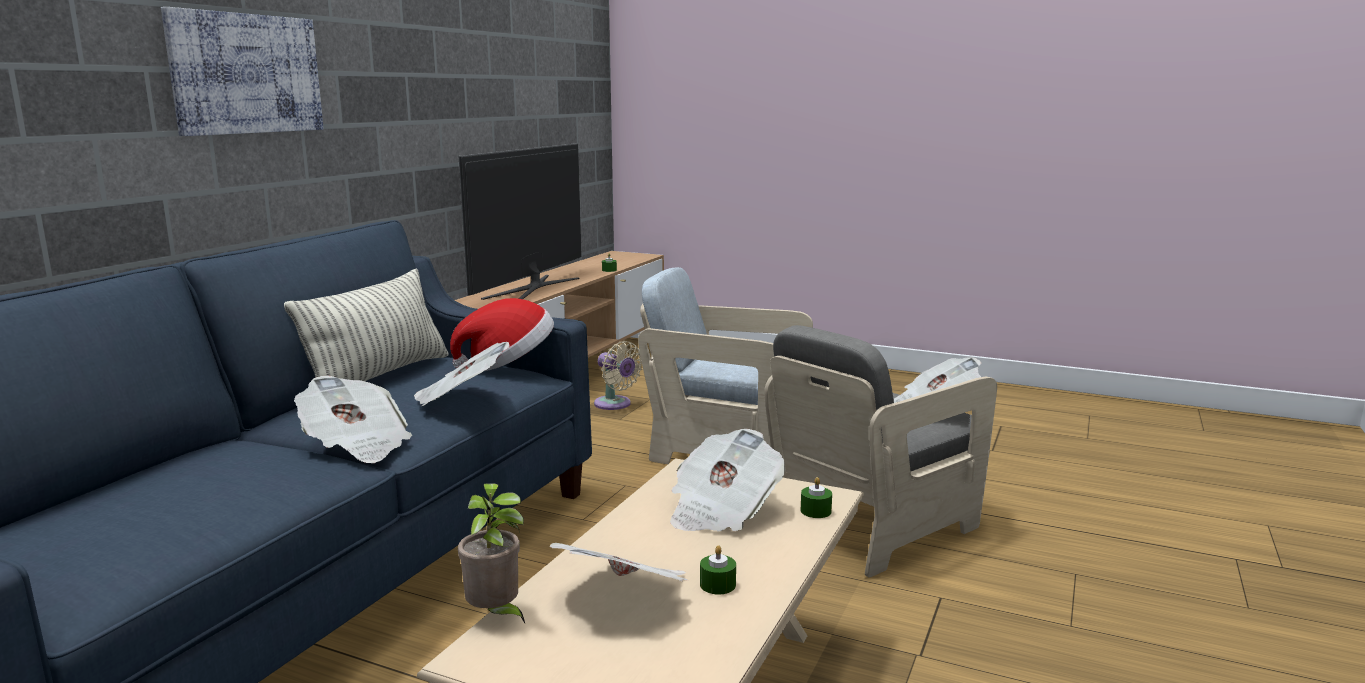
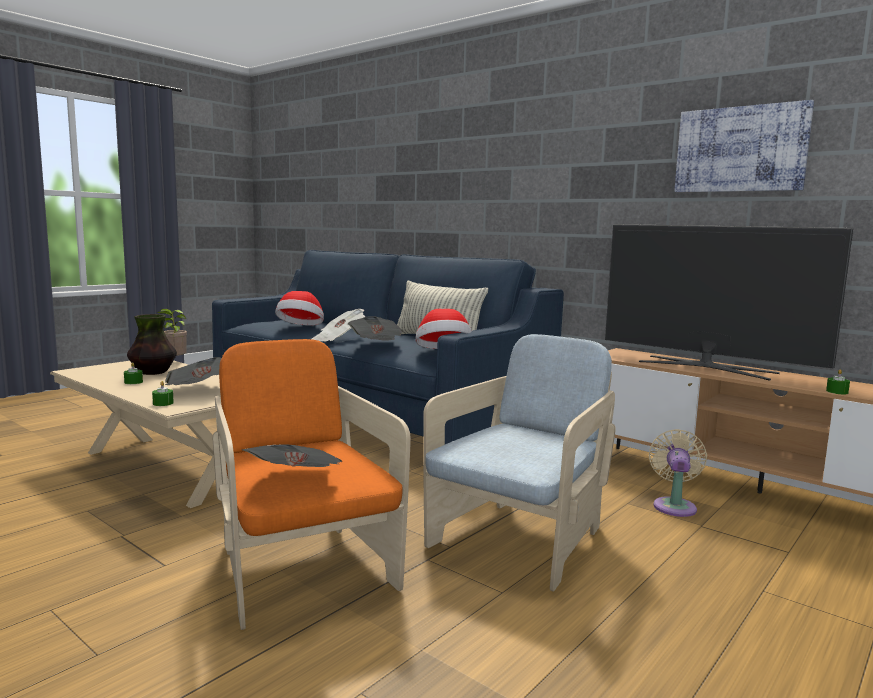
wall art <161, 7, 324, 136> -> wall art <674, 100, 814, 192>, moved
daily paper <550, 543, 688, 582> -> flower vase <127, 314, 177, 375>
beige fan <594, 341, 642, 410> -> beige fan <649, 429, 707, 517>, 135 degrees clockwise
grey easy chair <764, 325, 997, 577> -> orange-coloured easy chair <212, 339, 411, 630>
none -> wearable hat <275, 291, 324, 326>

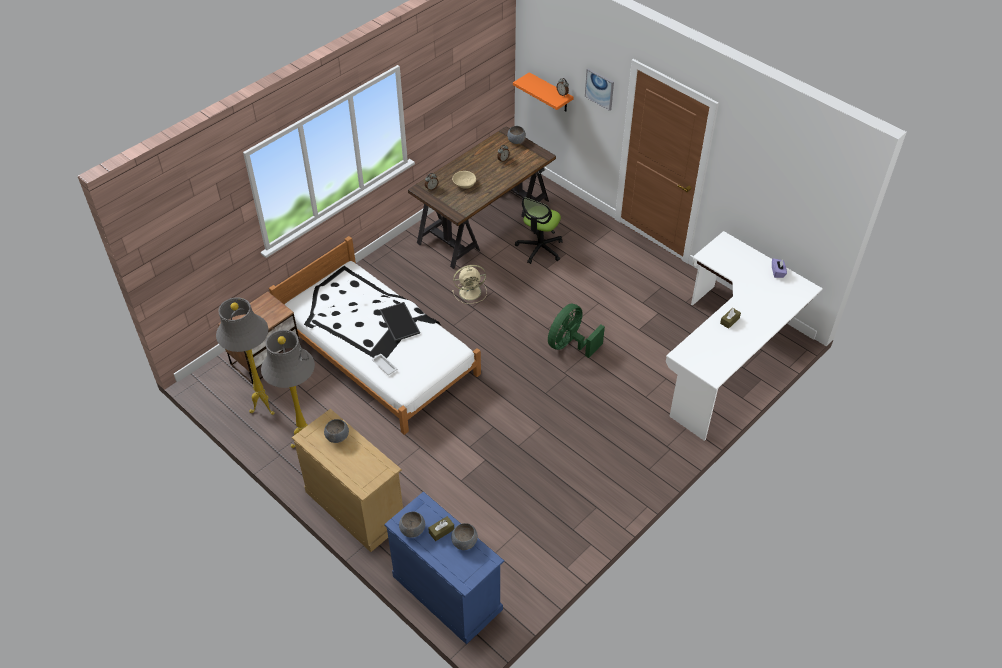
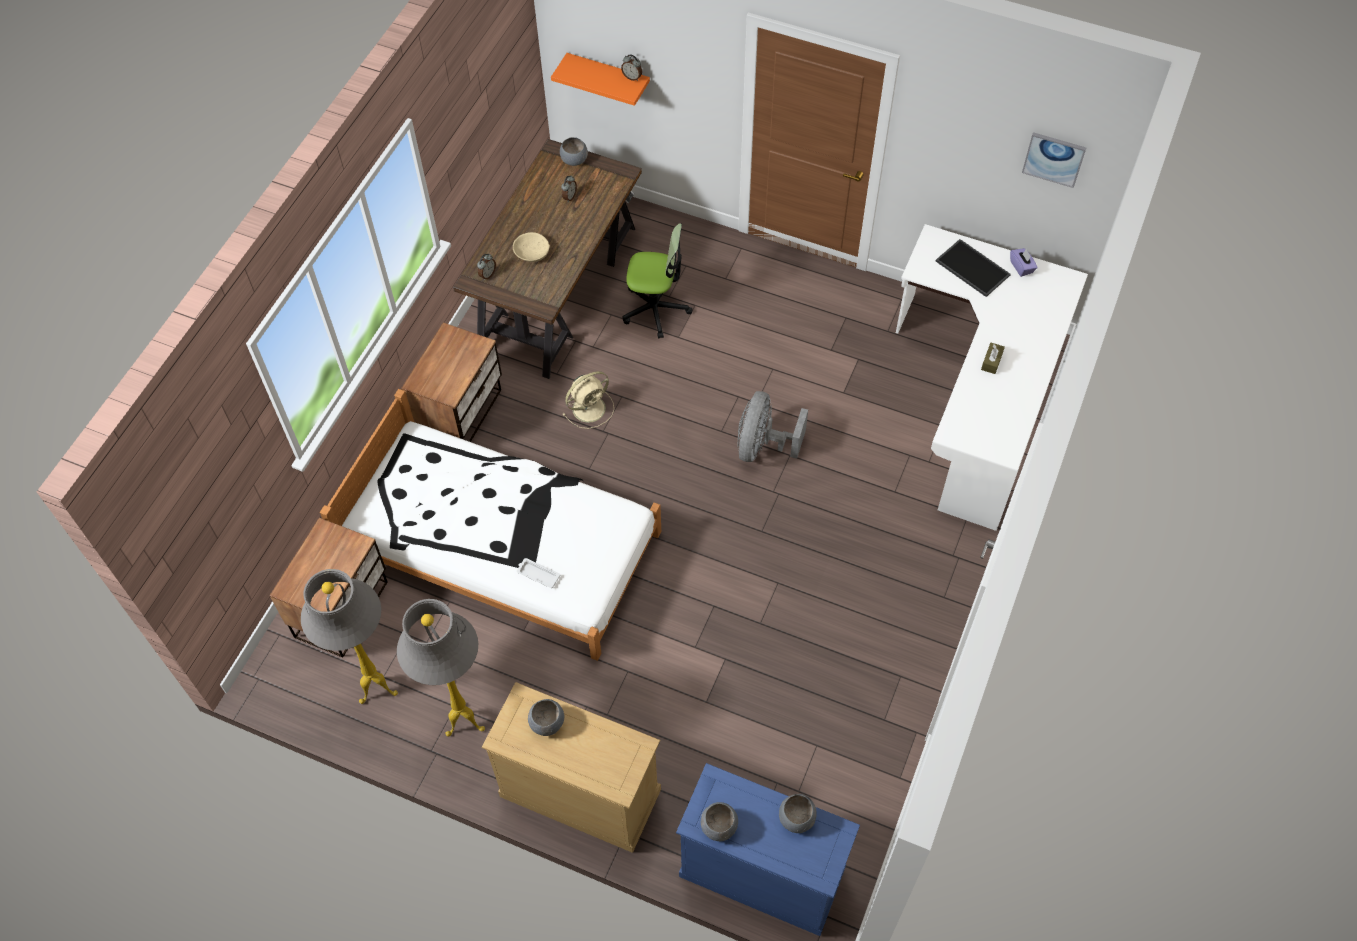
tray <379, 302, 420, 342> -> tray <936, 239, 1011, 297>, moved
brownish box of tissues <428, 516, 454, 541> -> none
office chair <515, 197, 563, 264> -> office chair <622, 223, 693, 339>, 90 degrees counterclockwise
green-coloured fan <548, 304, 605, 358> -> grey fan <737, 391, 808, 462>
wall art <585, 68, 614, 111> -> wall art <1022, 132, 1086, 188>, moved
none -> bedside table <401, 322, 502, 442>

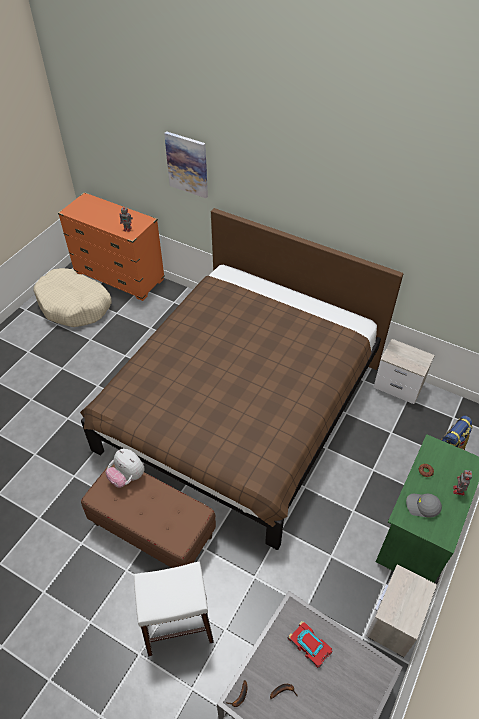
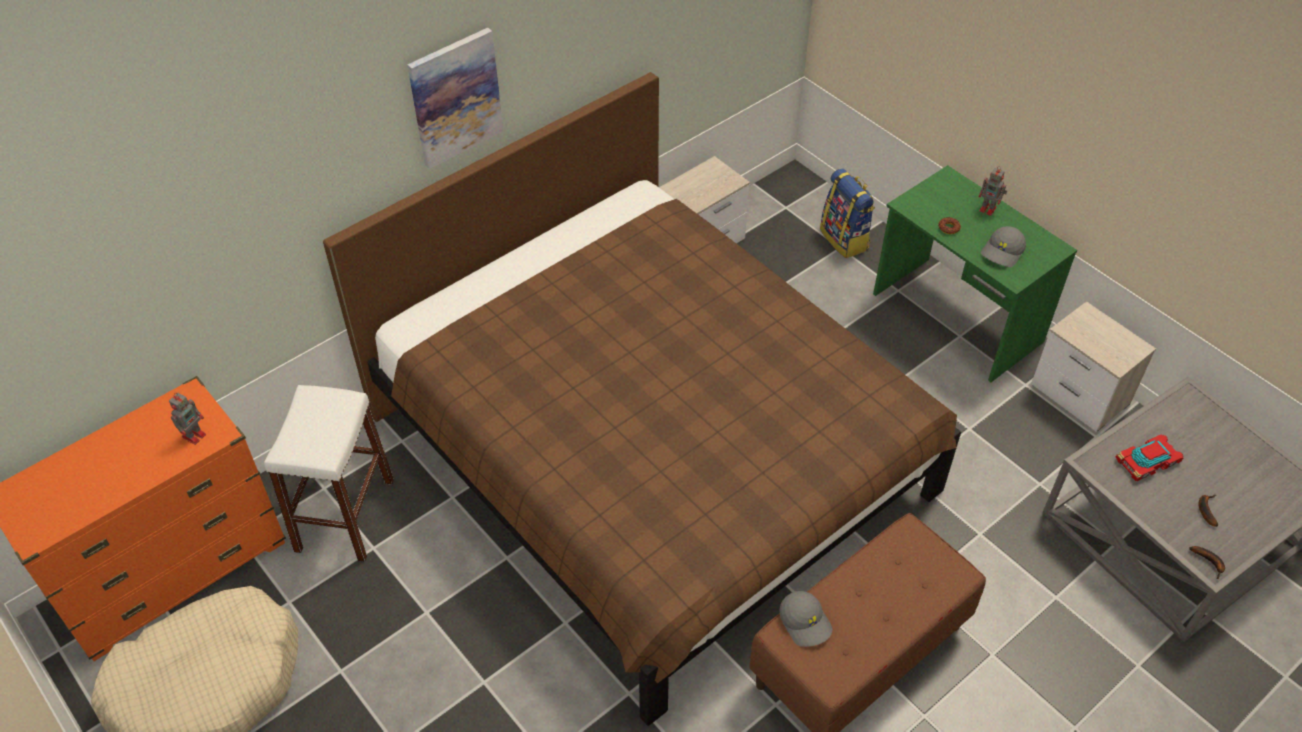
soft toy <106, 449, 144, 488> -> grey baseball cap <779, 591, 833, 647>
white stool <134, 562, 214, 657> -> white stool <264, 385, 394, 562>, moved
wall art <164, 131, 208, 198> -> wall art <407, 28, 504, 169>, moved

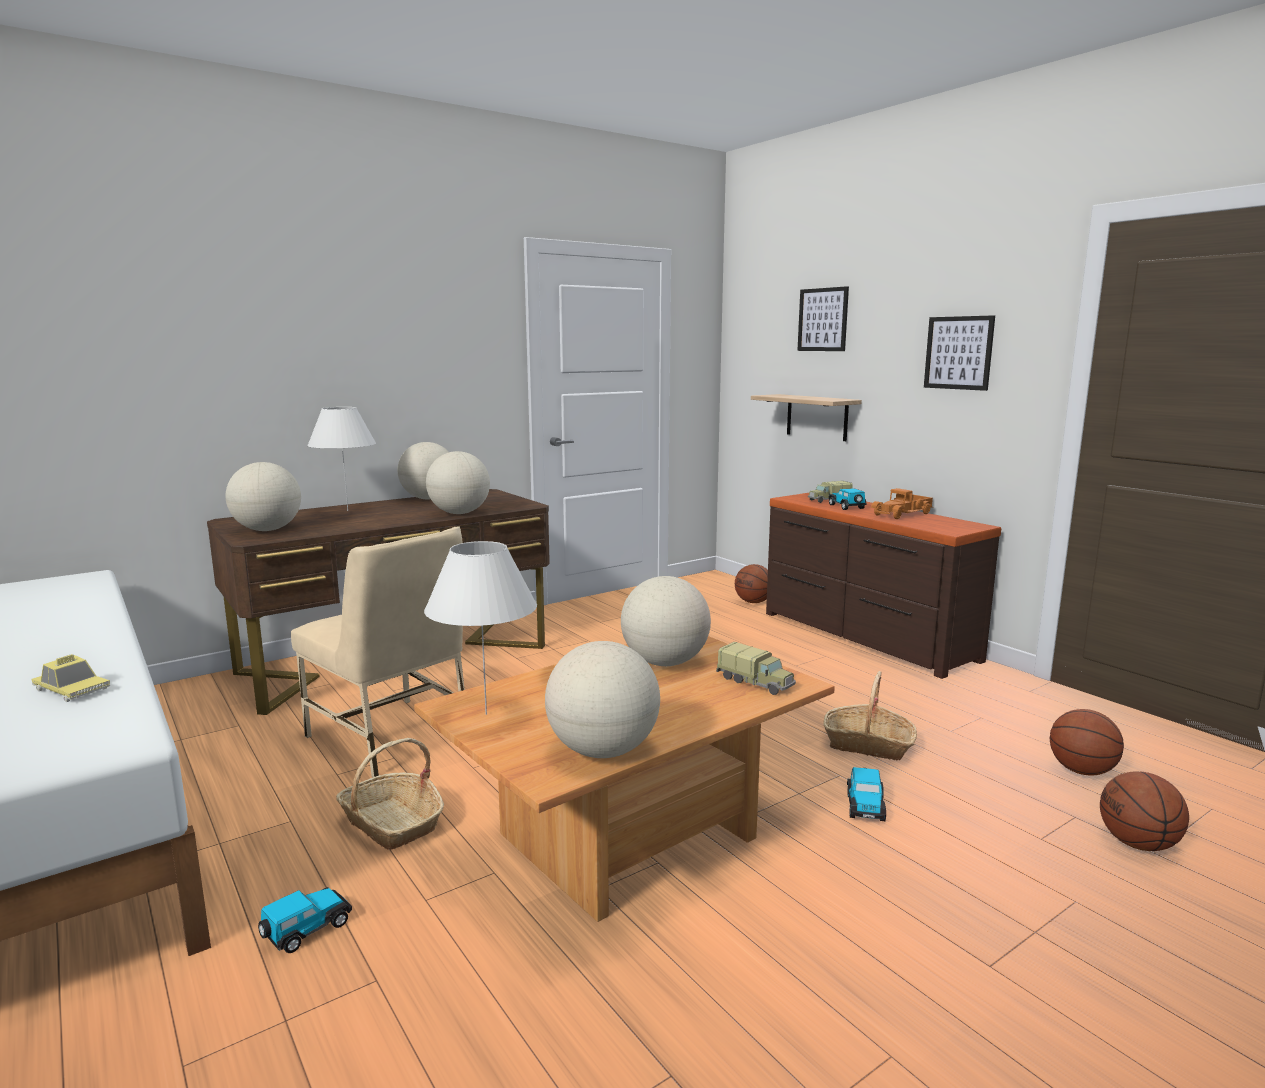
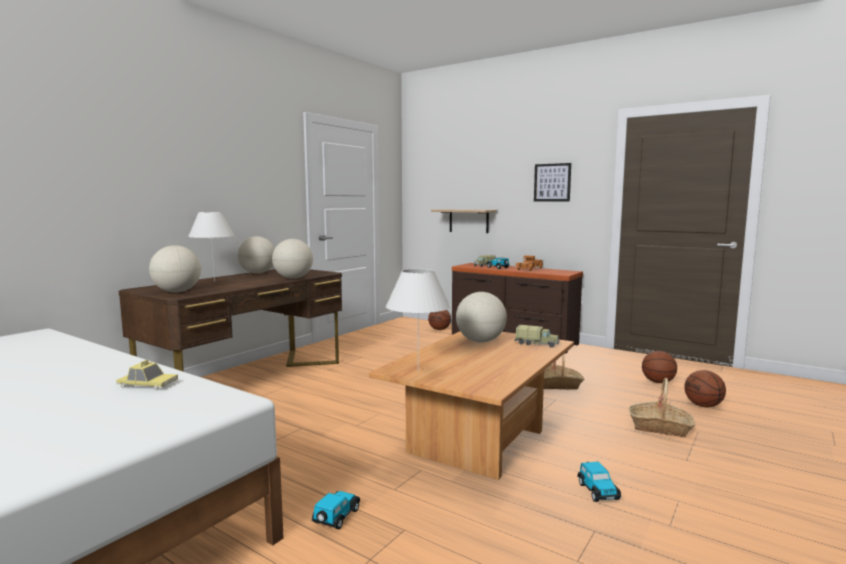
beige chair <291, 526, 465, 777> -> none
household basket <336, 738, 444, 850> -> household basket <629, 378, 695, 437>, moved
globe <545, 641, 660, 758> -> none
wall art <797, 286, 849, 351> -> none
miniature car <847, 767, 886, 821> -> miniature car <577, 462, 621, 502>, moved

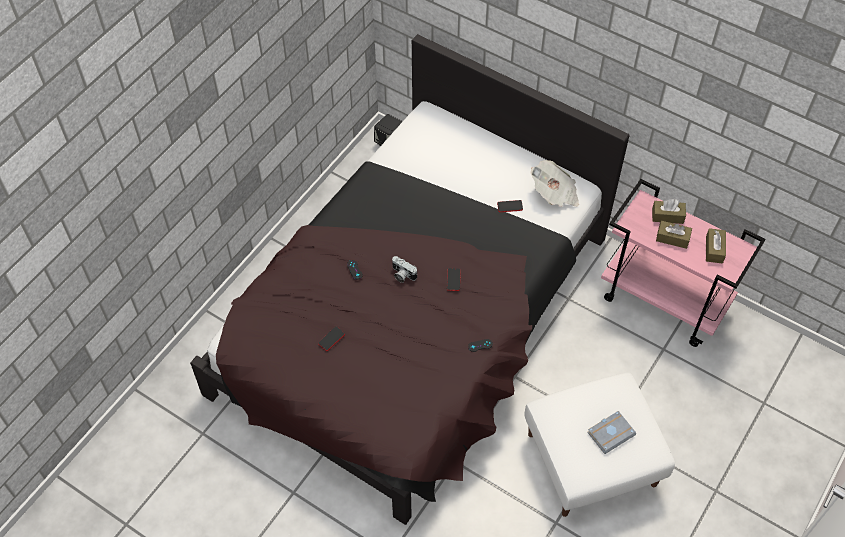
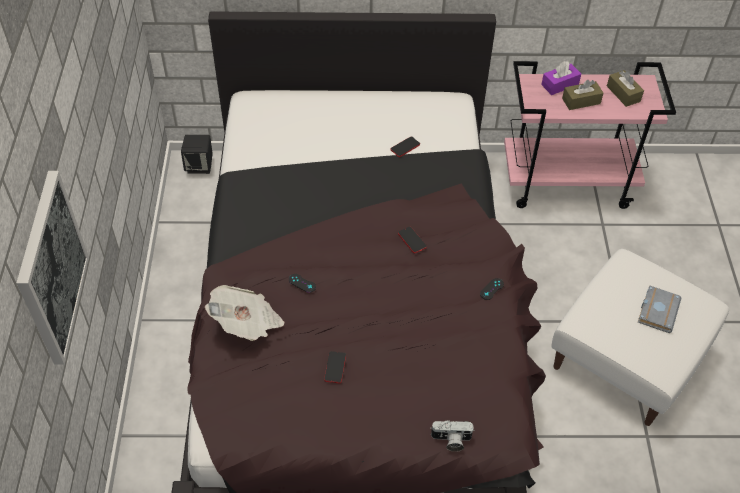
photo camera <392, 256, 417, 283> -> photo camera <430, 420, 475, 452>, moved
daily paper <531, 160, 579, 207> -> daily paper <205, 285, 284, 341>, moved
brownish box of tissues <652, 199, 686, 224> -> purplish box of tissues <541, 61, 581, 95>
none -> wall art <17, 171, 89, 365>

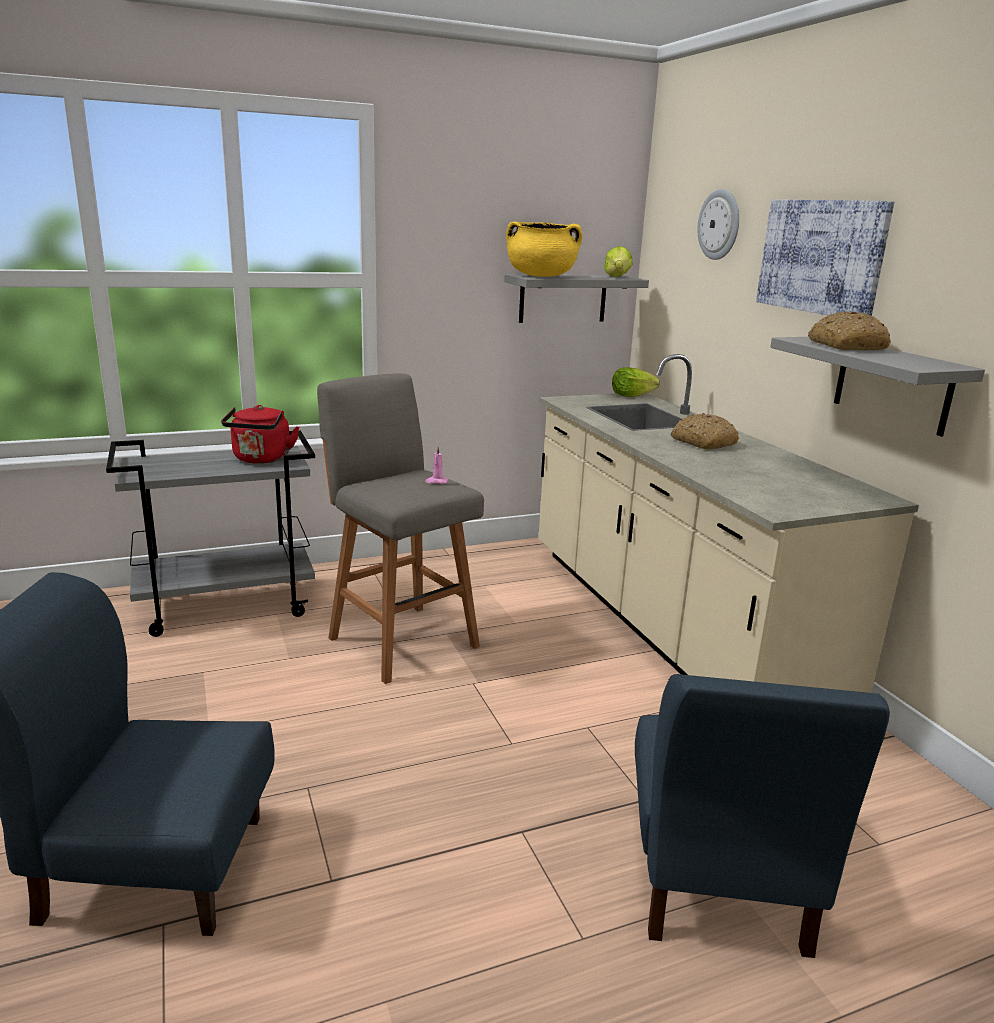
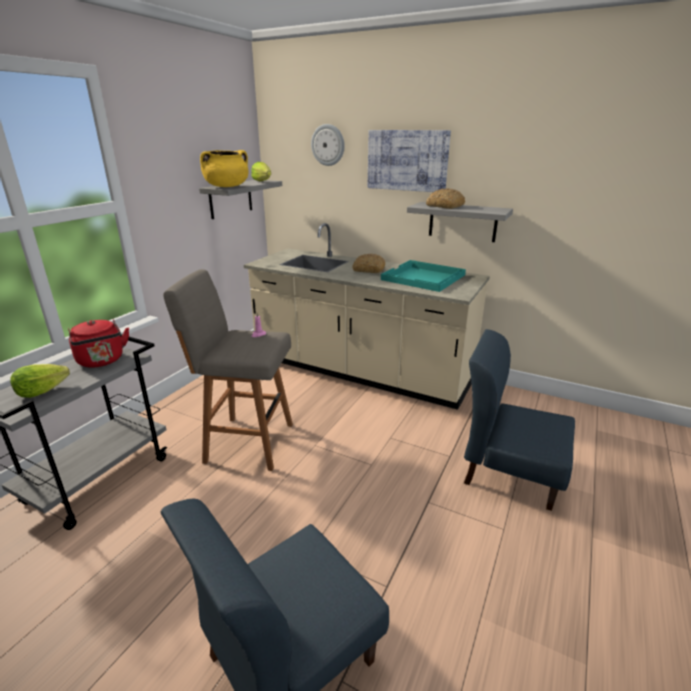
lettuce head <612, 367, 660, 397> -> lettuce head <10, 364, 70, 398>, moved
blue-coloured chair <635, 674, 890, 958> -> blue-coloured chair <464, 329, 575, 511>, 150 degrees clockwise
none -> blue-green tray <381, 260, 466, 292>

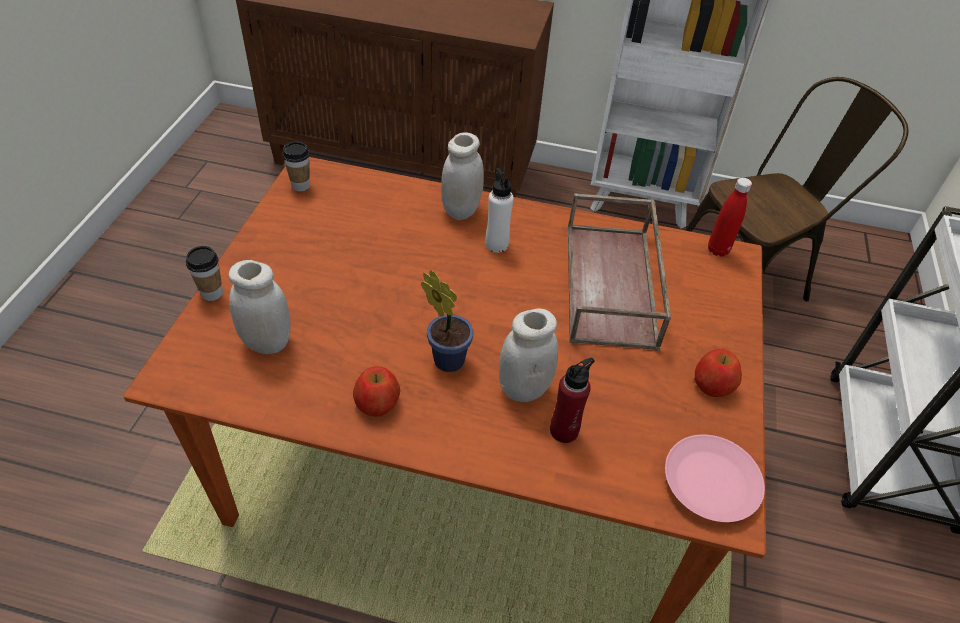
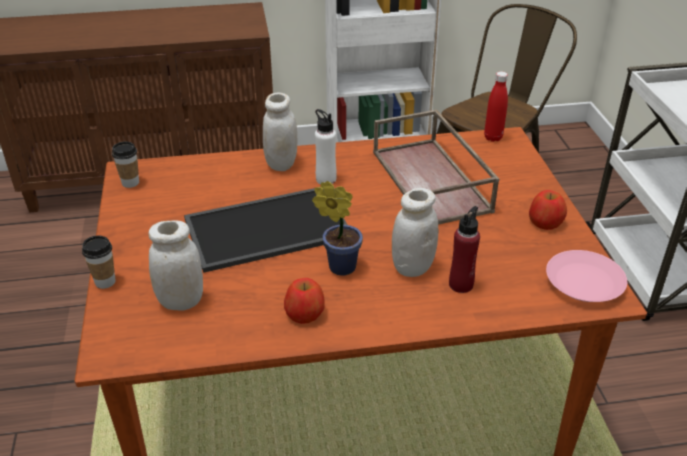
none -> tray <184, 188, 348, 273>

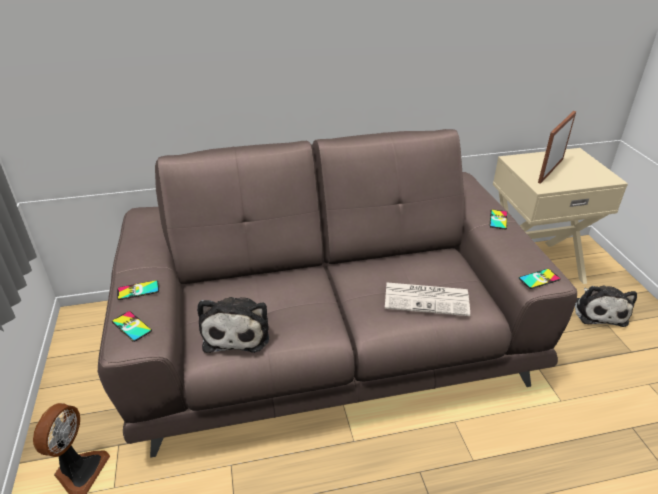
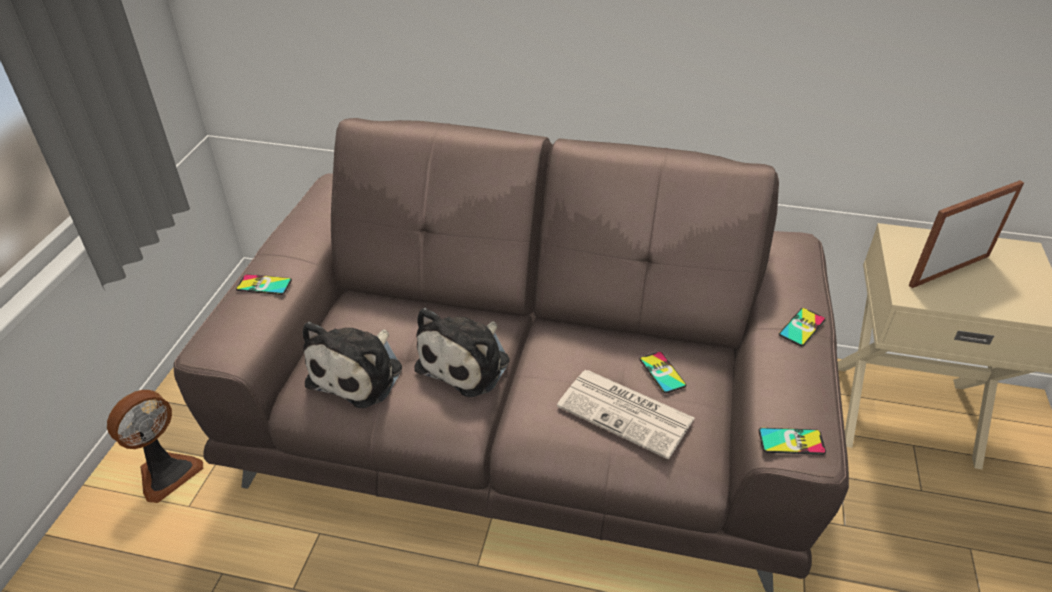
phone <112, 311, 152, 342> -> phone <640, 352, 686, 393>, moved
soft toy <575, 286, 637, 327> -> soft toy <414, 308, 510, 397>, moved

